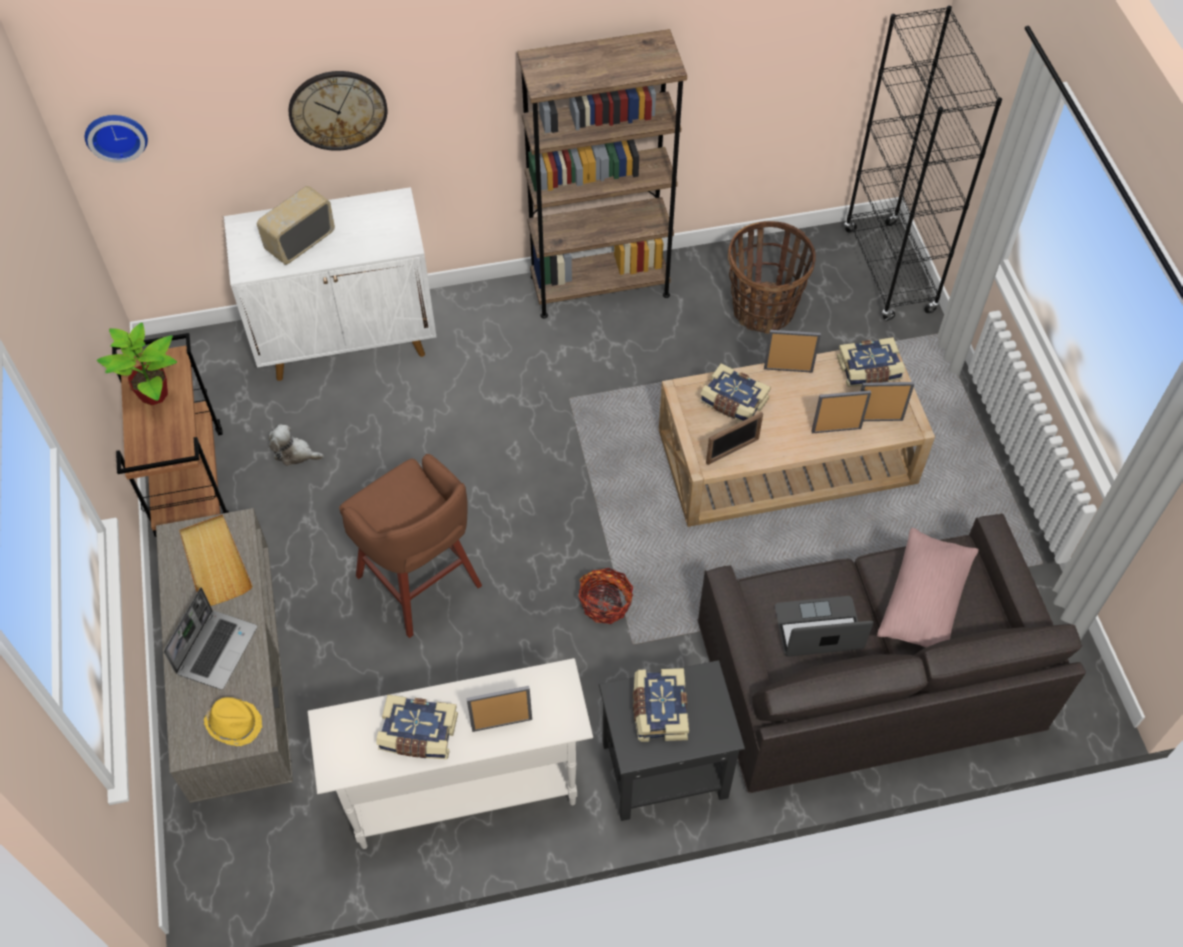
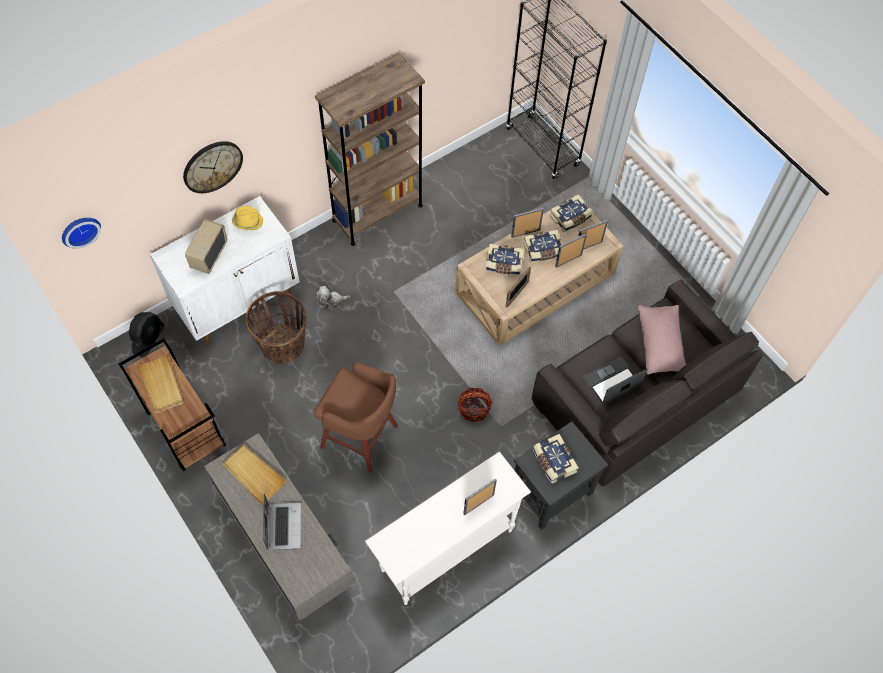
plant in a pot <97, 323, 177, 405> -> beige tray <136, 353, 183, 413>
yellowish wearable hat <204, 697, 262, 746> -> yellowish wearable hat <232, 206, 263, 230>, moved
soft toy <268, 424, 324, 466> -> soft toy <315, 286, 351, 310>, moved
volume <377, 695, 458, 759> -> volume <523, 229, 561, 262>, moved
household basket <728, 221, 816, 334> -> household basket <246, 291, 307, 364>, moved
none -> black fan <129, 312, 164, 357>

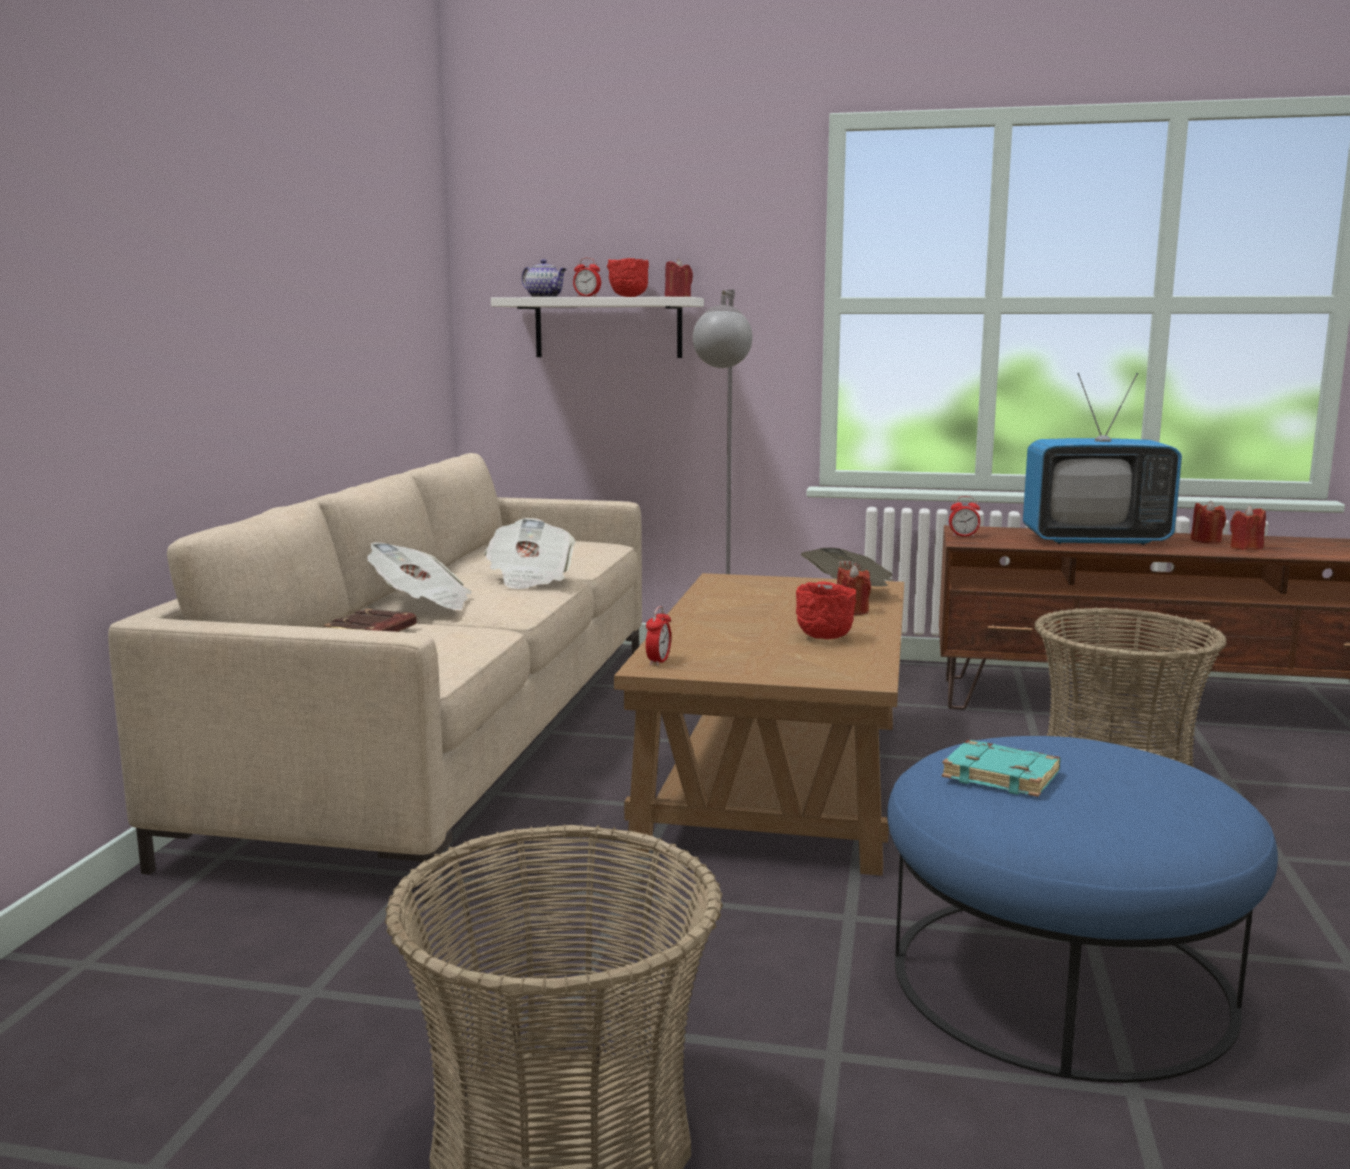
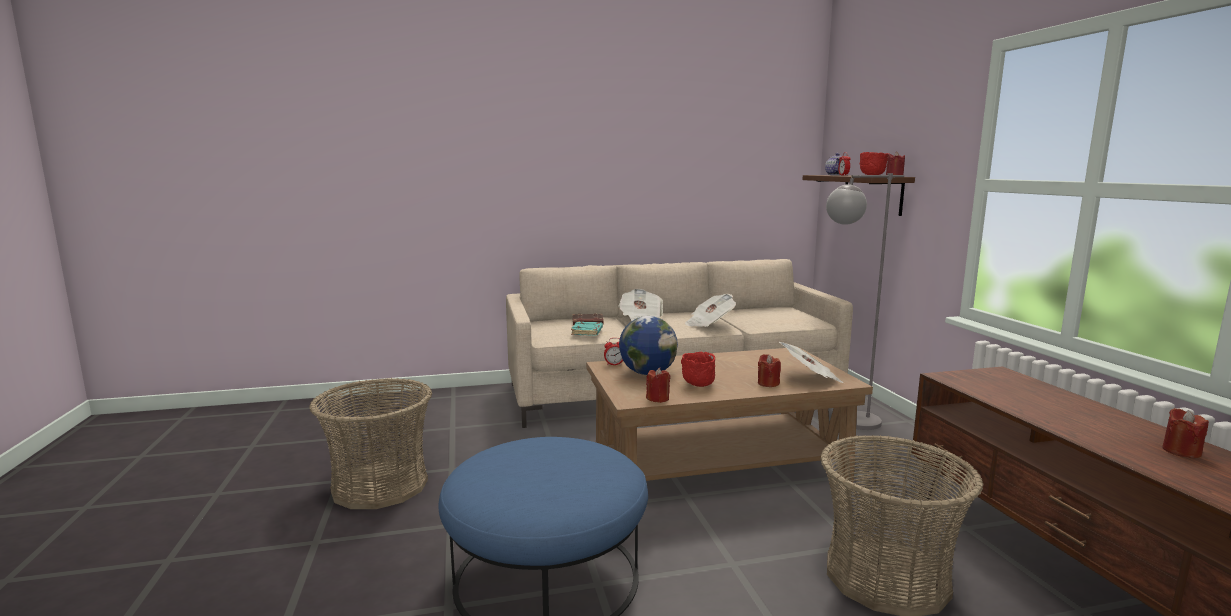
white wall shelf <491, 297, 704, 358> -> brownish wall shelf <802, 175, 915, 216>
blue-green volume <942, 740, 1061, 797> -> blue-green volume <571, 322, 603, 336>, moved
alarm clock <949, 496, 980, 537> -> none
TV set <1023, 373, 1182, 545> -> none
red wax light <1230, 506, 1266, 550> -> red wax light <646, 368, 670, 403>, moved
none -> globe <619, 316, 678, 375>

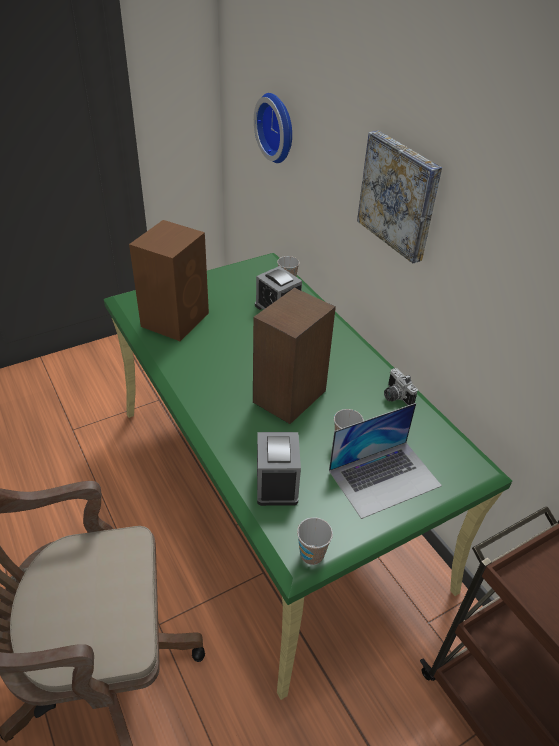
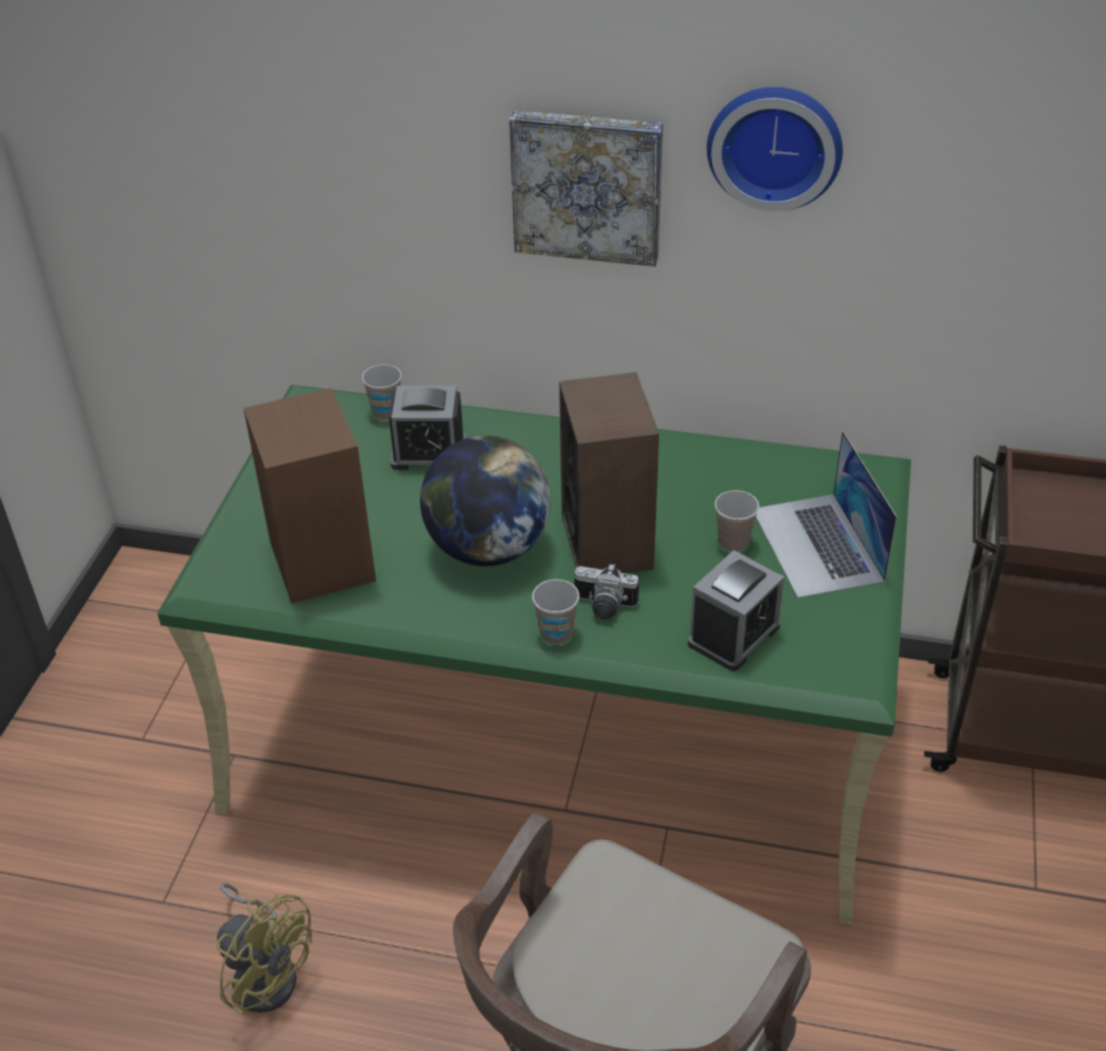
wall clock <254, 93, 292, 163> -> wall clock <707, 87, 843, 211>, moved
alarm clock <257, 432, 301, 506> -> alarm clock <688, 550, 784, 671>, 90 degrees clockwise
cup <297, 517, 333, 565> -> cup <532, 579, 579, 645>, moved
laptop <329, 403, 442, 519> -> laptop <756, 431, 897, 598>, 150 degrees clockwise
photo camera <384, 368, 418, 405> -> photo camera <574, 563, 639, 620>, moved
none -> yellowish fan <216, 883, 312, 1015>
none -> globe <420, 435, 551, 566>

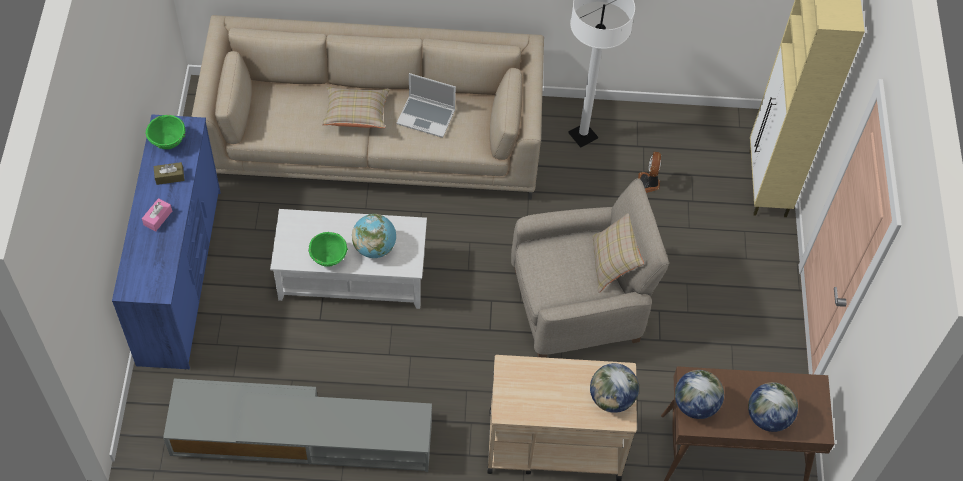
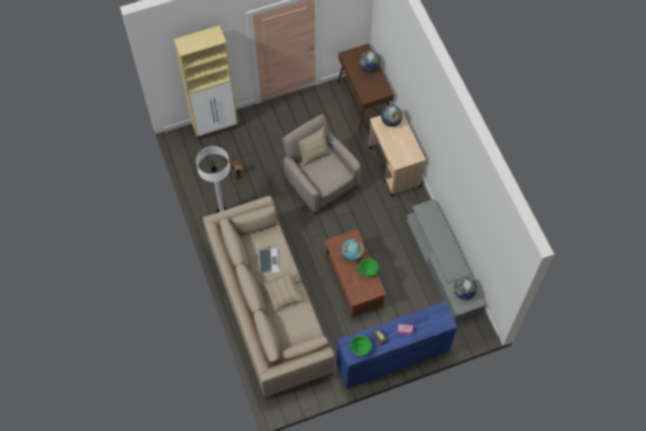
white coffee table <270, 209, 427, 309> -> brownish coffee table <325, 229, 387, 318>
globe <675, 370, 724, 419> -> globe <454, 277, 477, 300>, moved

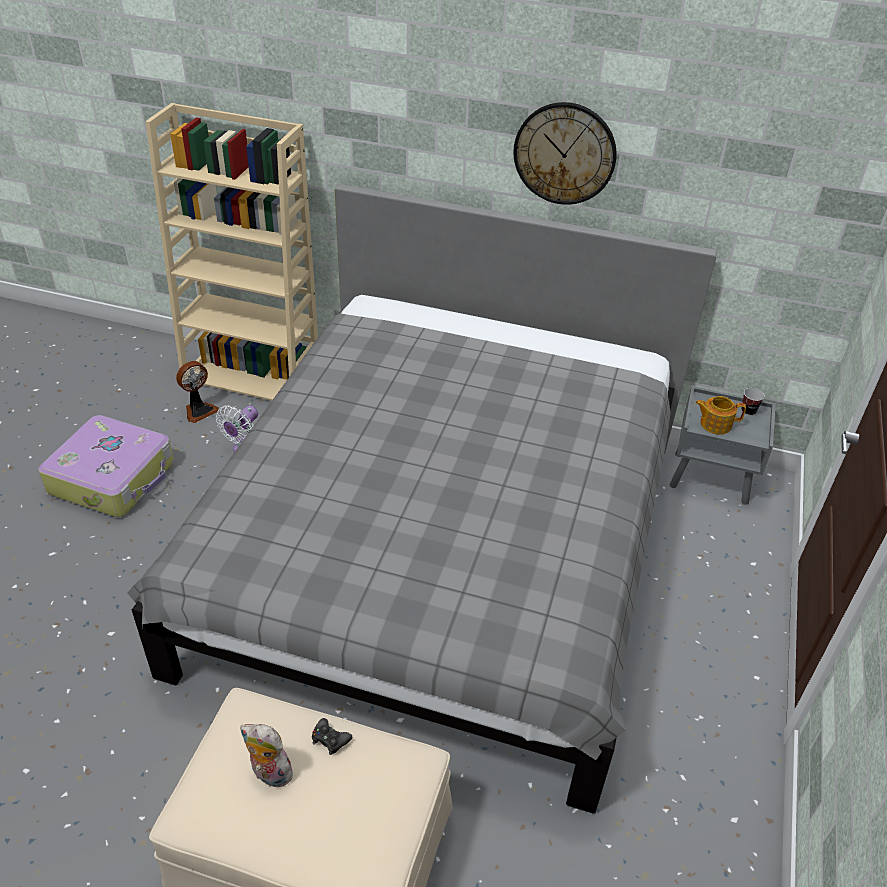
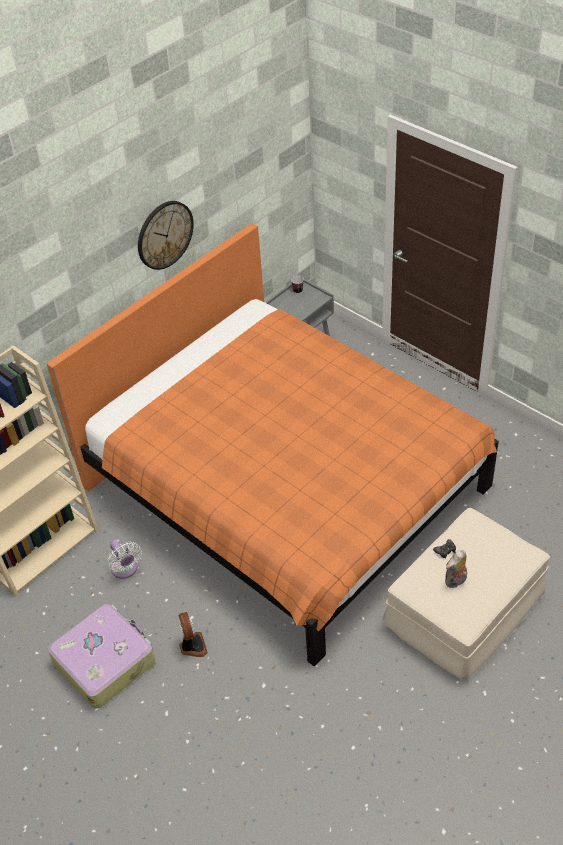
grey sleeping bed <127, 184, 717, 814> -> orange-coloured sleeping bed <47, 223, 499, 666>
fan <176, 361, 219, 423> -> fan <179, 612, 208, 657>, moved
pot for tea <695, 396, 746, 435> -> none

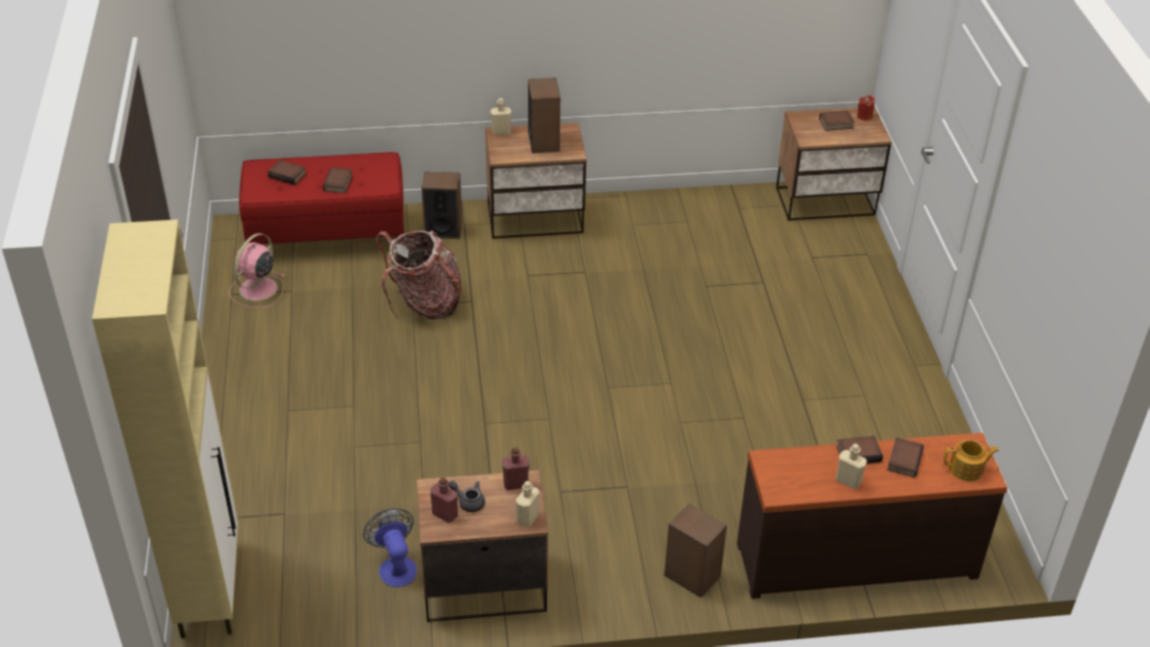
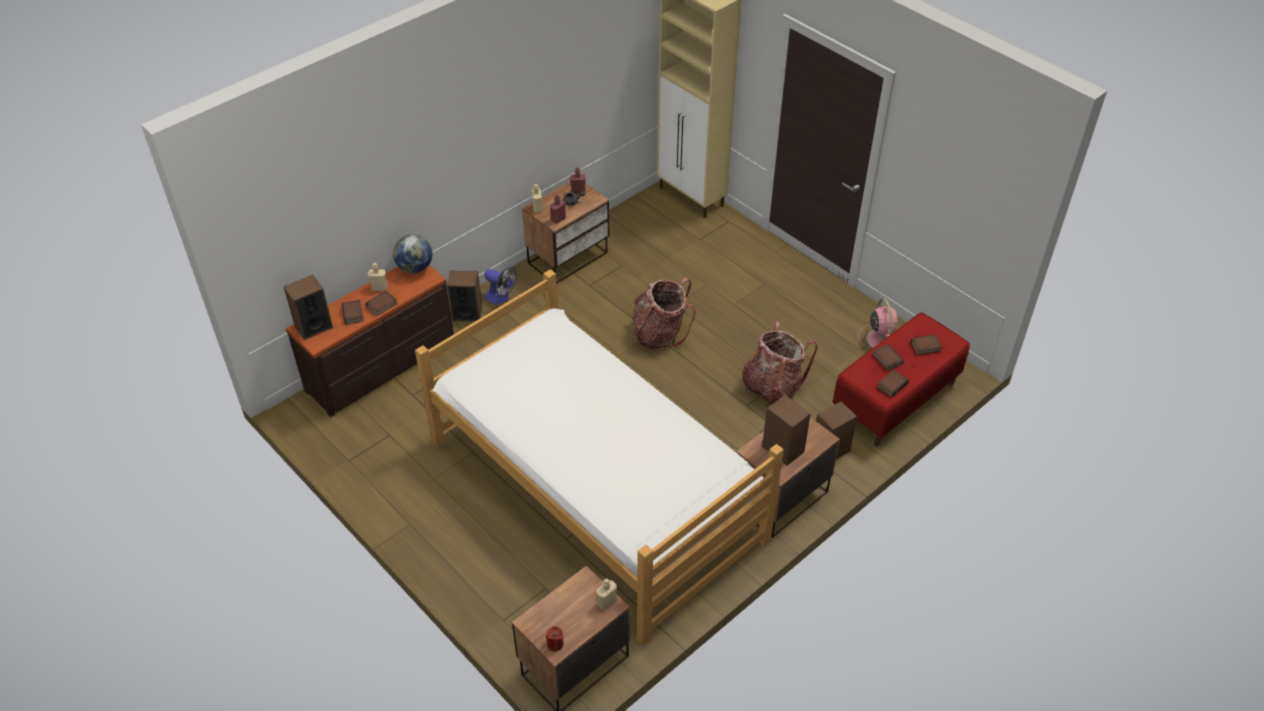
fan <363, 508, 417, 587> -> fan <484, 267, 517, 304>, moved
beige drink bottle <490, 98, 511, 135> -> beige drink bottle <596, 579, 617, 611>, moved
volume <819, 111, 855, 131> -> volume <877, 370, 909, 397>, moved
pot for tea <943, 440, 999, 482> -> speaker <284, 275, 333, 340>
none -> globe <393, 234, 432, 273>
none -> sleeping bed <415, 269, 784, 645>
none -> backpack <633, 278, 696, 349>

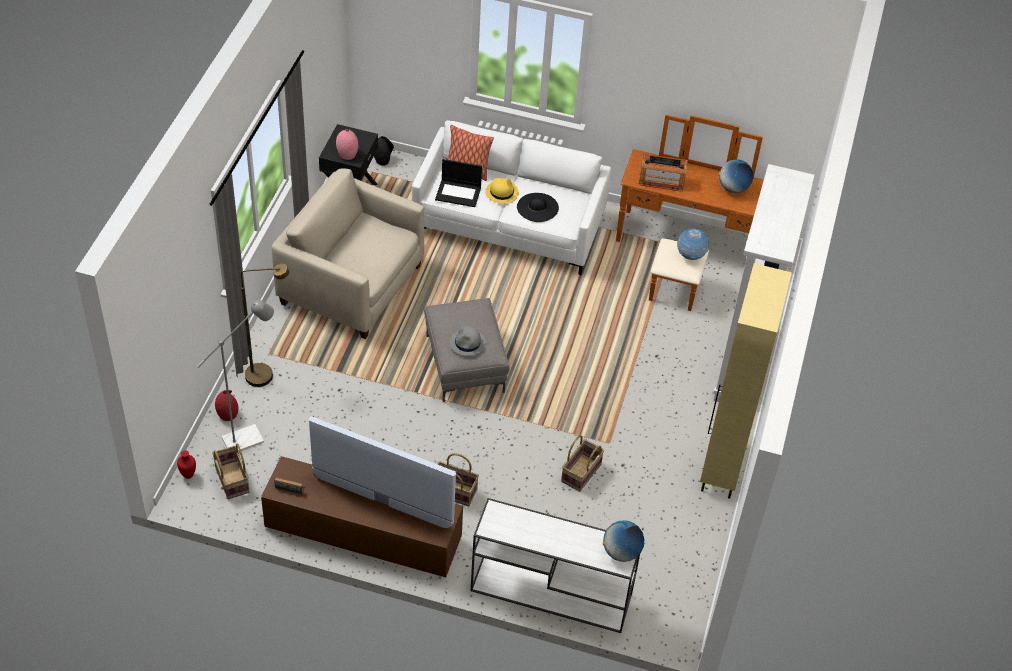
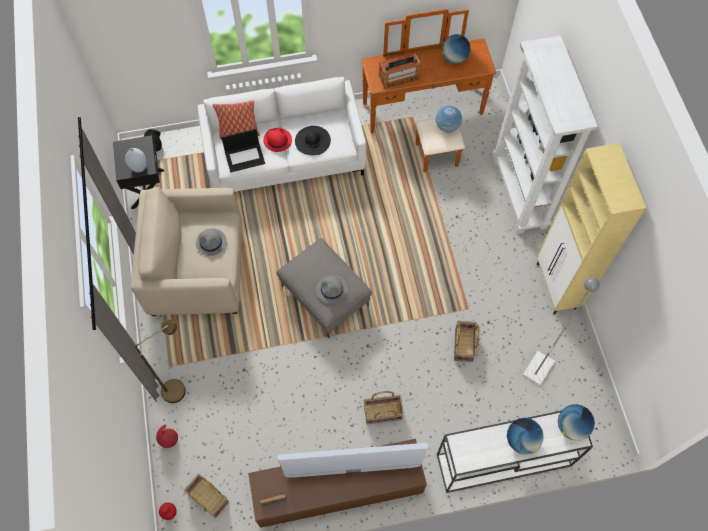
grey standard lamp <197, 300, 274, 452> -> grey standard lamp <523, 277, 600, 385>, moved
pink-coloured flower vase <336, 129, 358, 160> -> grey flower vase <125, 148, 147, 172>
yellowish wearable hat <485, 177, 519, 204> -> red wearable hat <263, 127, 292, 152>
none -> grey wearable hat <196, 228, 227, 256>
none -> globe <507, 418, 544, 455>

